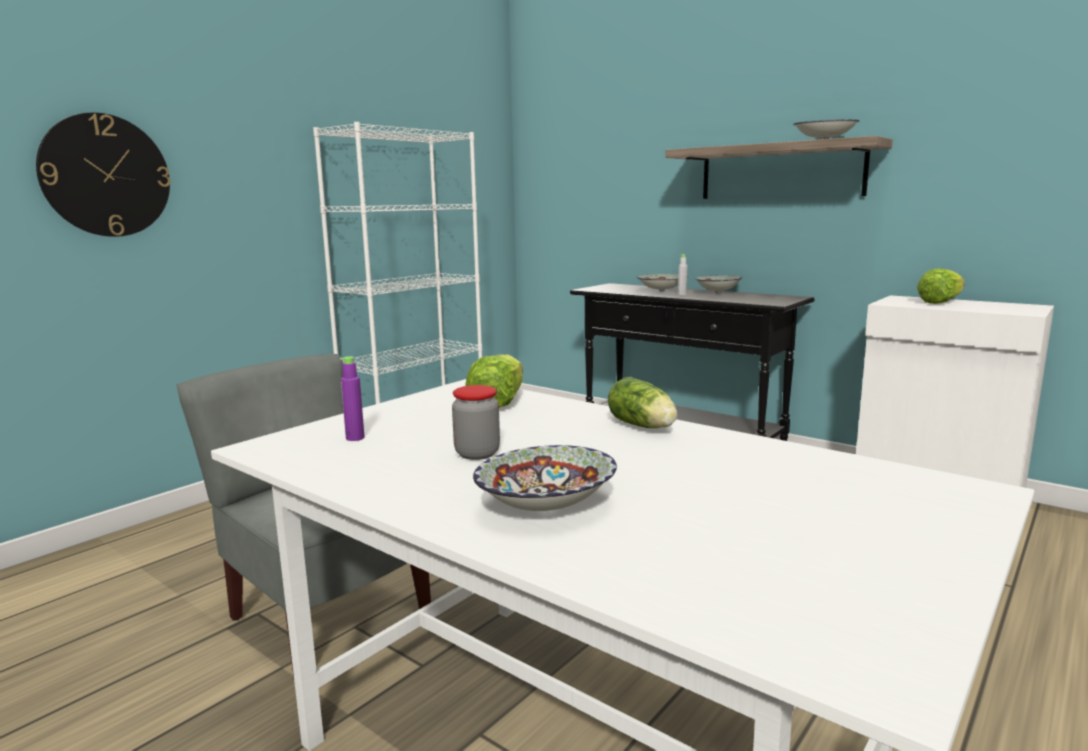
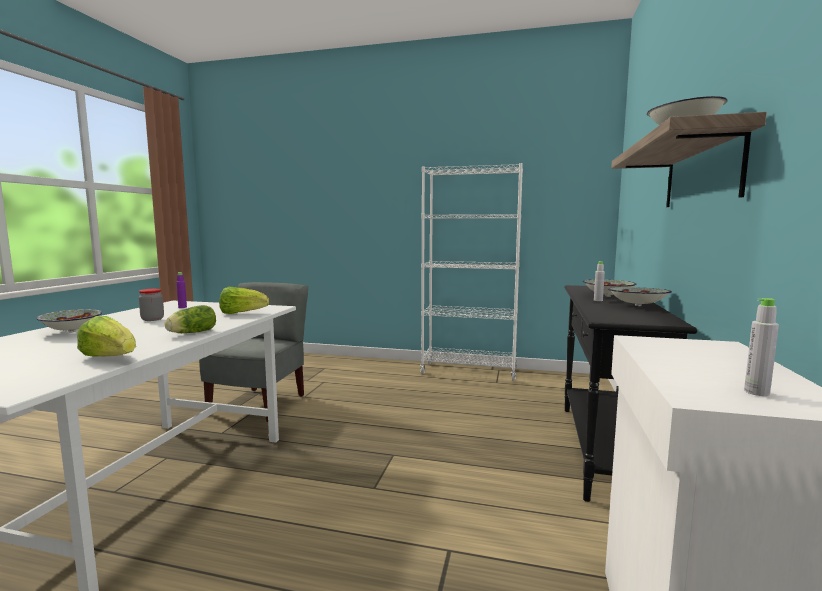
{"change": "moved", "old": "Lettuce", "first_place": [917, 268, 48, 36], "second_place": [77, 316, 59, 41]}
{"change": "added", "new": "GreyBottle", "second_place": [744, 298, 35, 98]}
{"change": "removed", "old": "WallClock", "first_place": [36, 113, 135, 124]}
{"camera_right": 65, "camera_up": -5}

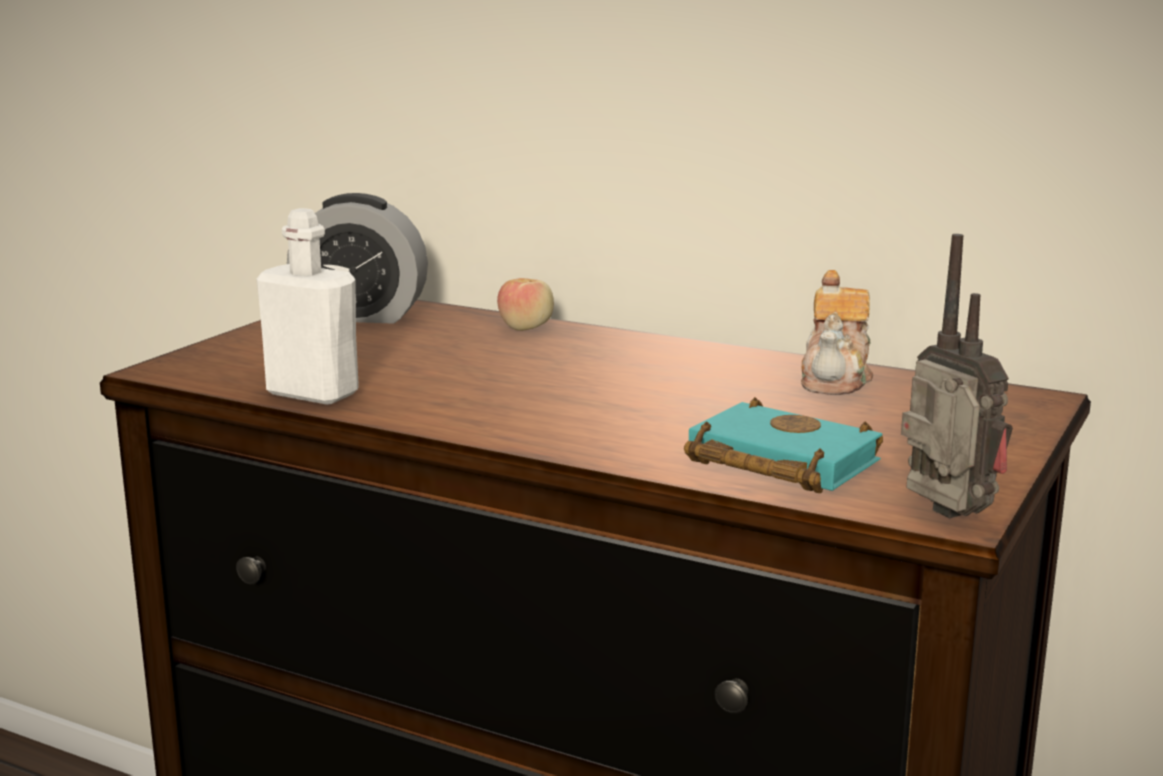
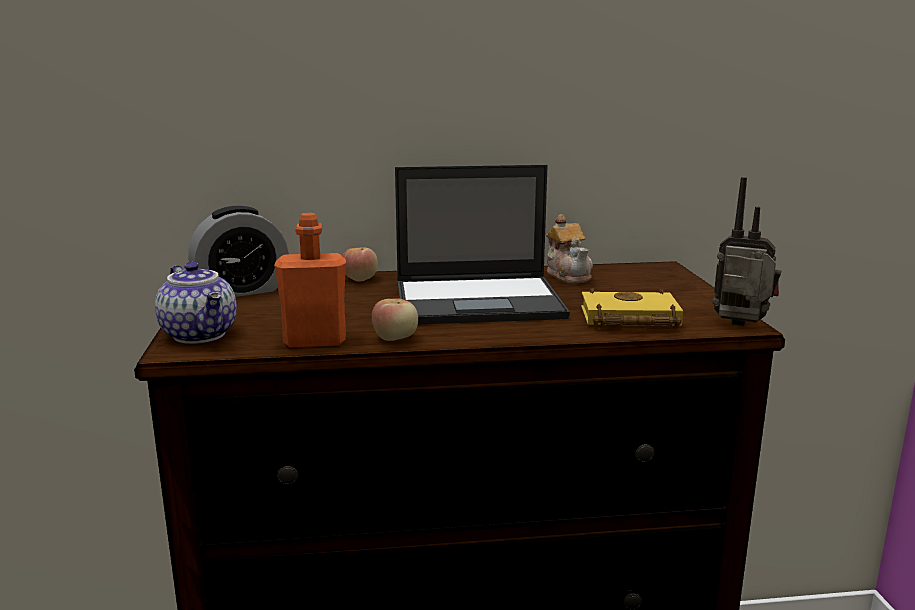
{"change": "added", "new": "Teapot", "second_place": [155, 262, 82, 82]}
{"change": "recoloured", "old": "WhiteBottle", "new": "OrangeBottle", "first_place": [257, 208, 102, 197], "second_place": [274, 213, 72, 134]}
{"change": "added", "new": "Apple", "second_place": [372, 298, 46, 43]}
{"change": "added", "new": "Laptop", "second_place": [395, 165, 175, 159]}
{"change": "recoloured", "old": "TurquoiseBook", "new": "YellowBook", "first_place": [684, 397, 199, 96], "second_place": [581, 288, 102, 41]}
{"camera_right": -35, "camera_up": 0}

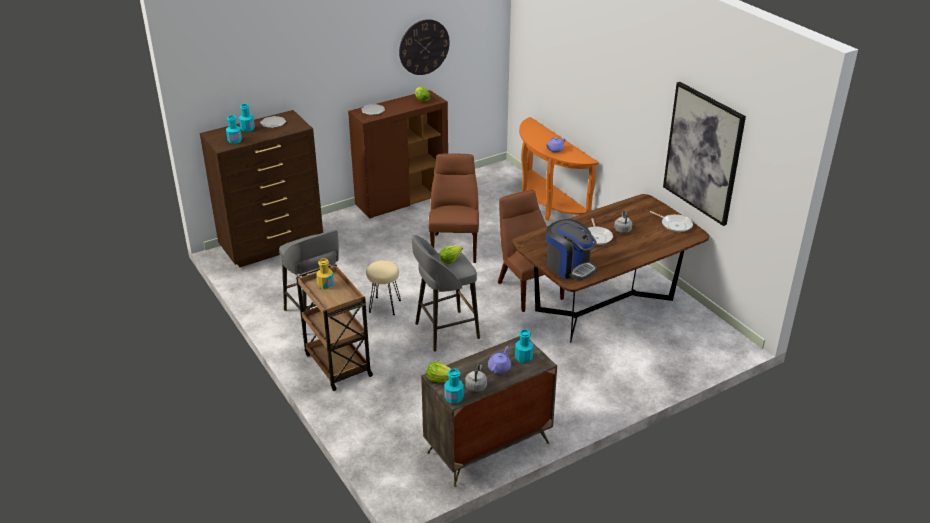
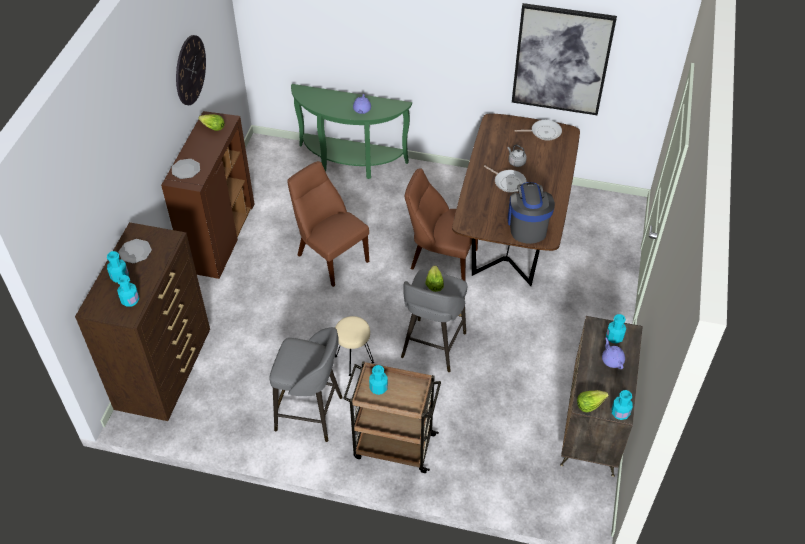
{"change": "recoloured", "old": "OrangeConsoleTable", "new": "GreenConsoleTable", "first_place": [519, 117, 80, 104], "second_place": [291, 84, 121, 95]}
{"change": "recoloured", "old": "YellowBottle", "new": "TurquoiseBottle", "first_place": [316, 258, 18, 31], "second_place": [369, 365, 19, 30]}
{"change": "turned", "old": "CoffeeMachine", "first_place": [546, 219, 51, 61], "second_place": [508, 182, 47, 62], "degrees": -90}
{"change": "removed", "old": "GreyKettle", "first_place": [465, 364, 22, 28]}
{"camera_right": -45, "camera_up": 15}

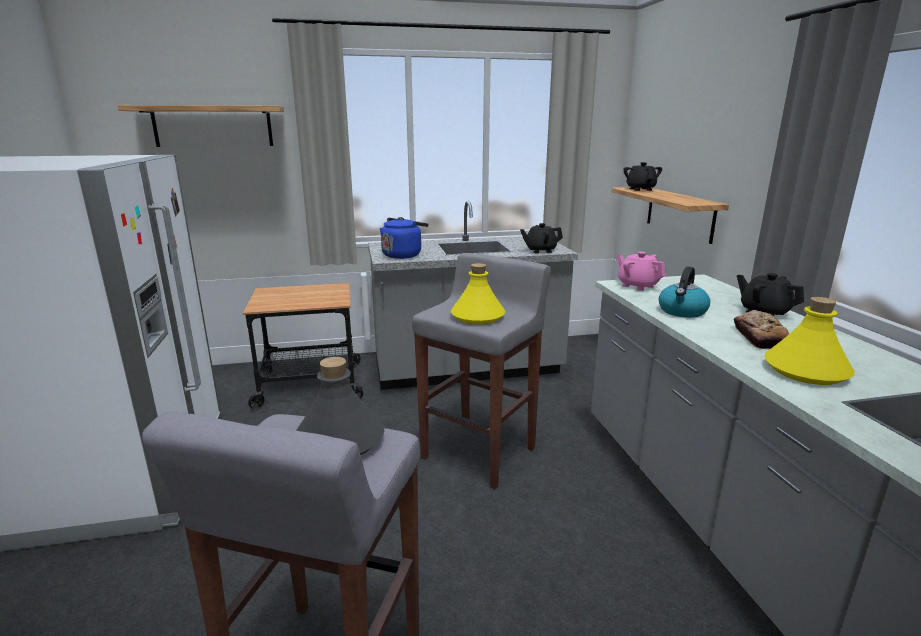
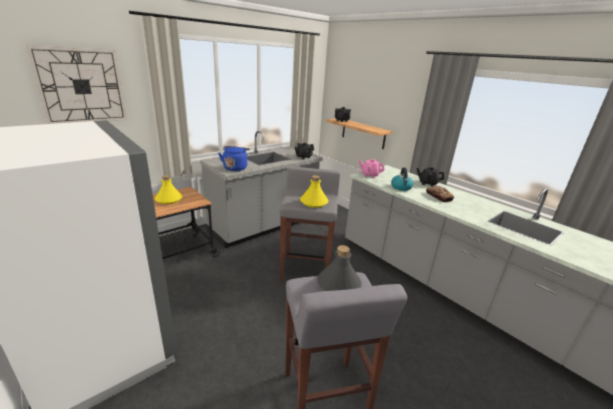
{"change": "replaced", "old": "Shelf", "new": "WallClock", "first_place": [118, 105, 166, 42], "second_place": [27, 46, 100, 78]}
{"change": "moved", "old": "YellowBottle", "first_place": [764, 297, 91, 88], "second_place": [155, 175, 28, 29]}
{"camera_right": -30, "camera_up": 5}

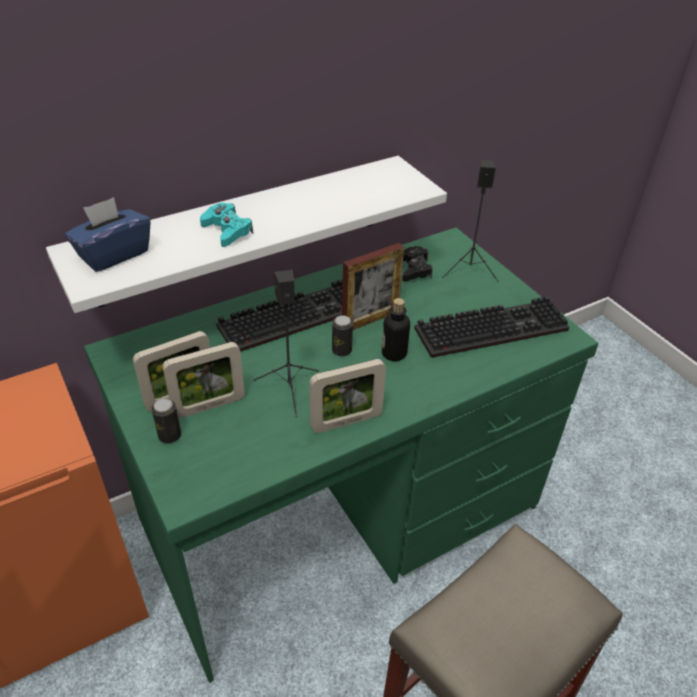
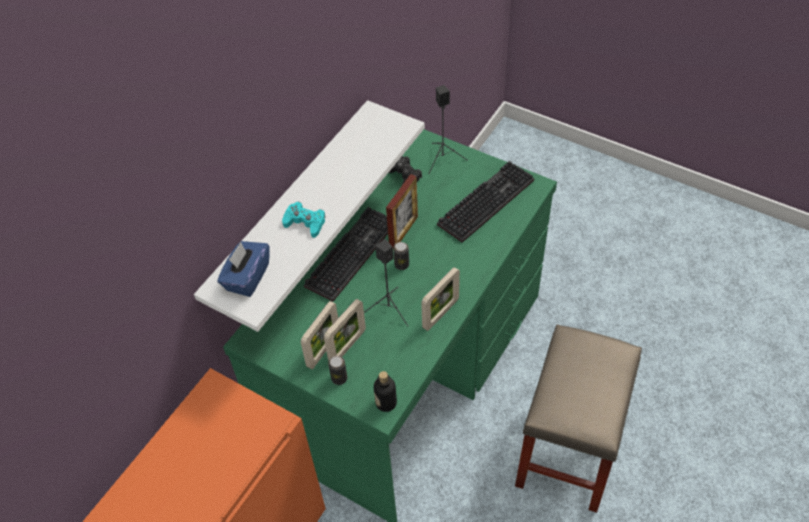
{"change": "moved", "old": "Bottle", "first_place": [382, 298, 28, 63], "second_place": [374, 371, 23, 41]}
{"camera_right": -25, "camera_up": 10}

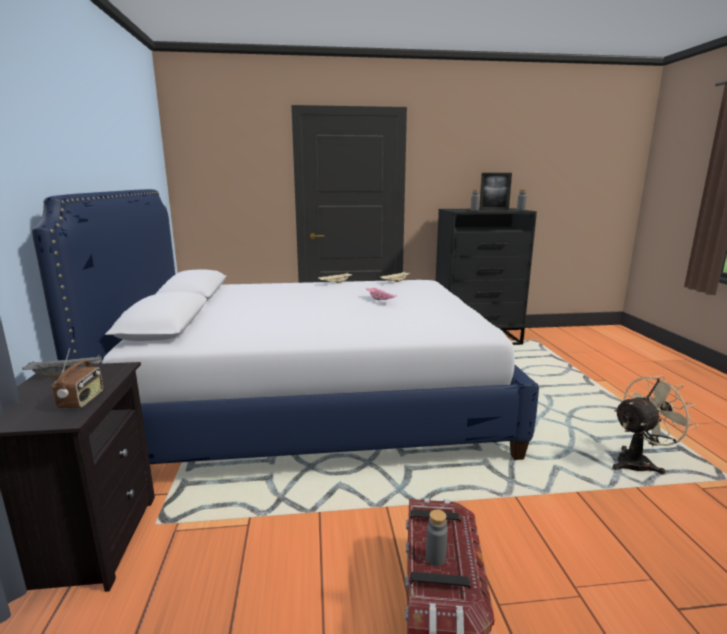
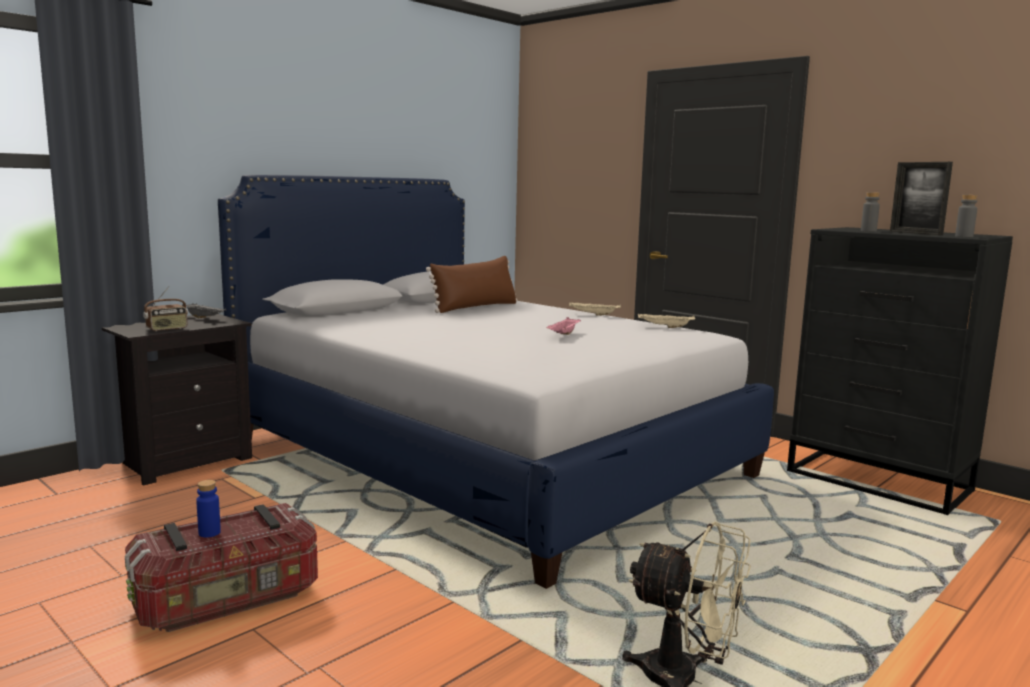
{"change": "recoloured", "old": "GreyBottle", "new": "BlueBottle", "first_place": [426, 510, 22, 56], "second_place": [196, 480, 25, 57]}
{"change": "added", "new": "BrownPillow", "second_place": [426, 256, 91, 57]}
{"camera_right": 50, "camera_up": -5}

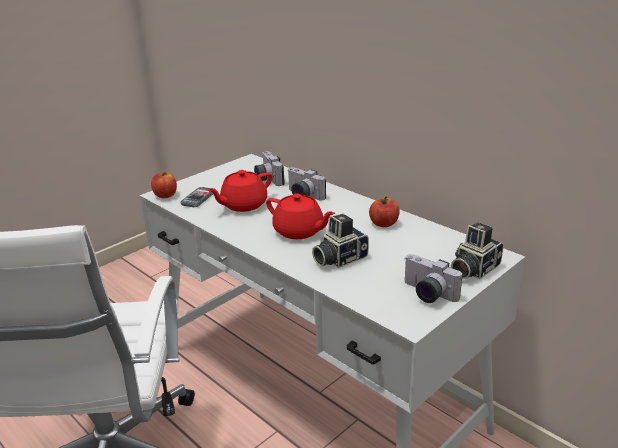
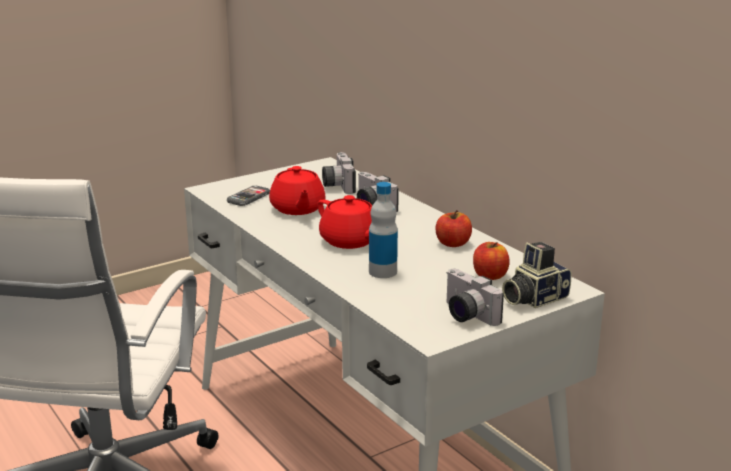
{"change": "turned", "old": "RedTeapot", "first_place": [207, 170, 65, 42], "second_place": [269, 166, 57, 49], "degrees": -75}
{"change": "replaced", "old": "PhotoCamera", "new": "Bottle", "first_place": [312, 214, 57, 54], "second_place": [369, 182, 29, 96]}
{"change": "moved", "old": "Apple", "first_place": [151, 172, 26, 26], "second_place": [473, 242, 37, 38]}
{"camera_right": 10, "camera_up": -5}

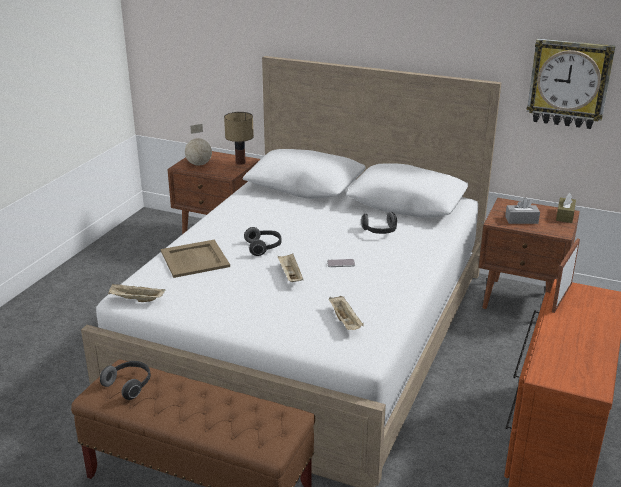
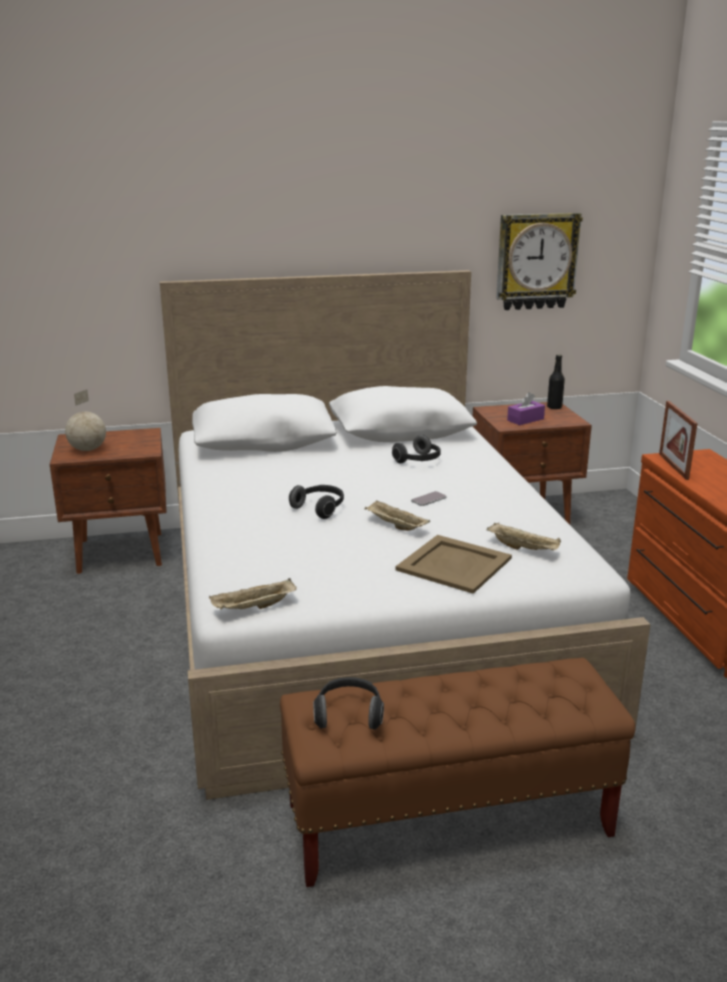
{"change": "moved", "old": "BeigeTray", "first_place": [161, 240, 69, 38], "second_place": [396, 535, 116, 59]}
{"change": "recoloured", "old": "GreyTissueBox", "new": "PurpleTissueBox", "first_place": [505, 198, 35, 26], "second_place": [507, 392, 38, 33]}
{"change": "replaced", "old": "BrownTissueBox", "new": "BlackBottle", "first_place": [556, 193, 20, 30], "second_place": [547, 354, 18, 56]}
{"change": "removed", "old": "TableLamp", "first_place": [224, 112, 30, 53]}
{"camera_right": -35, "camera_up": -5}

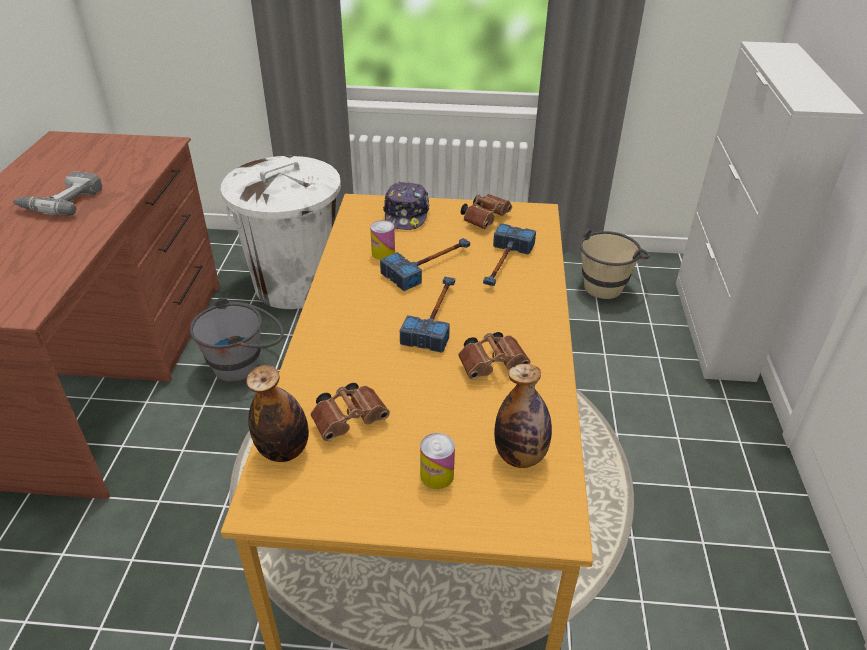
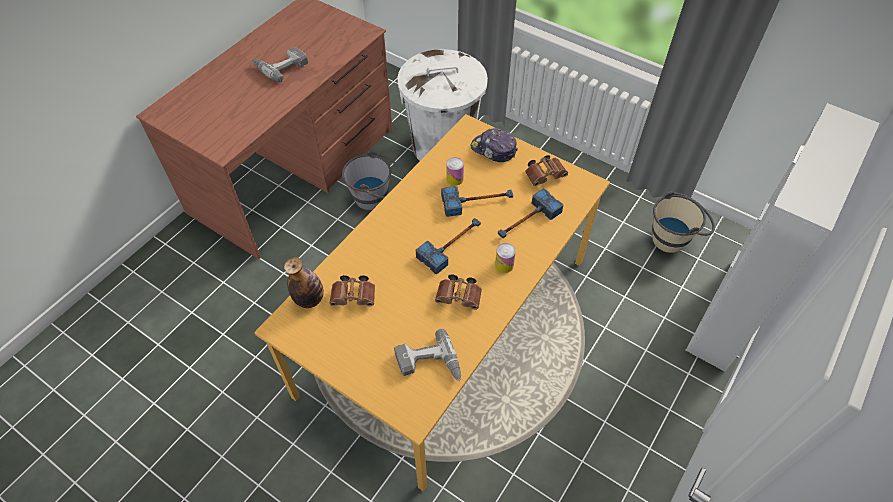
{"change": "replaced", "old": "Bottle", "new": "PowerDrill", "first_place": [494, 364, 58, 104], "second_place": [394, 329, 67, 52]}
{"change": "turned", "old": "Cap", "first_place": [383, 182, 46, 48], "second_place": [471, 128, 47, 34], "degrees": 90}
{"change": "moved", "old": "Can", "first_place": [420, 433, 35, 56], "second_place": [495, 243, 21, 30]}
{"camera_right": 30, "camera_up": 15}

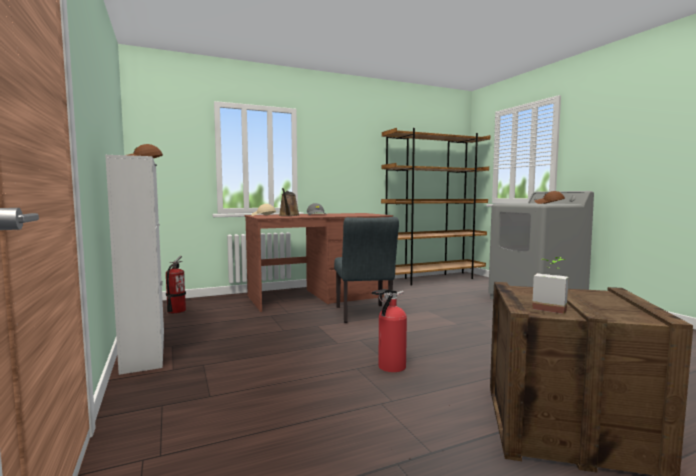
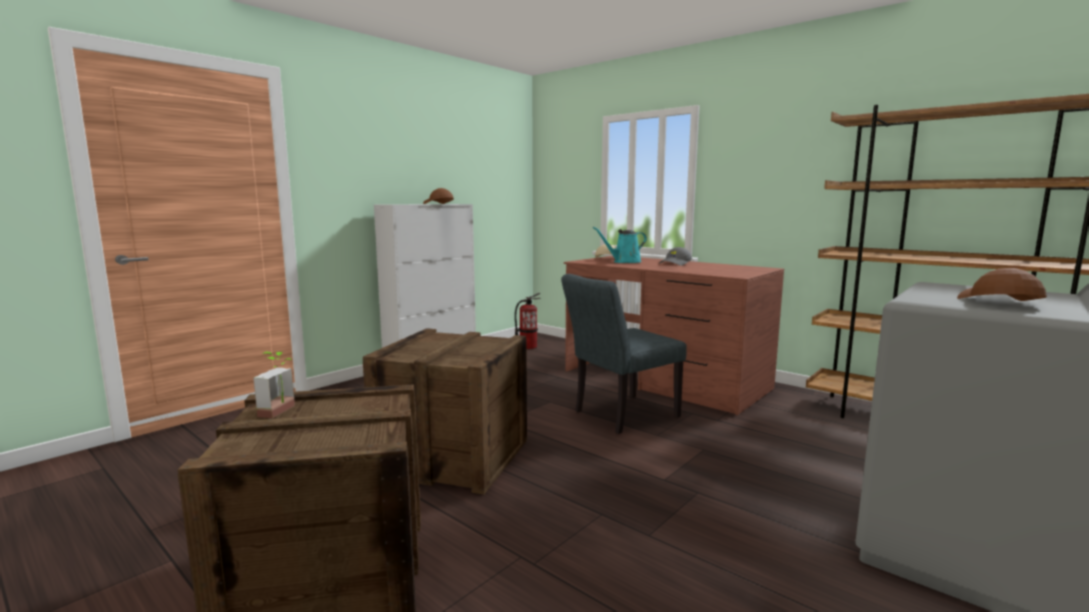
{"change": "replaced", "old": "FireExtinguisher", "new": "Crate", "first_place": [372, 289, 35, 83], "second_place": [363, 328, 164, 167]}
{"change": "recoloured", "old": "BrownWateringCan", "new": "TurquoiseWateringCan", "first_place": [279, 188, 20, 28], "second_place": [593, 227, 54, 36]}
{"camera_right": 65, "camera_up": 5}

